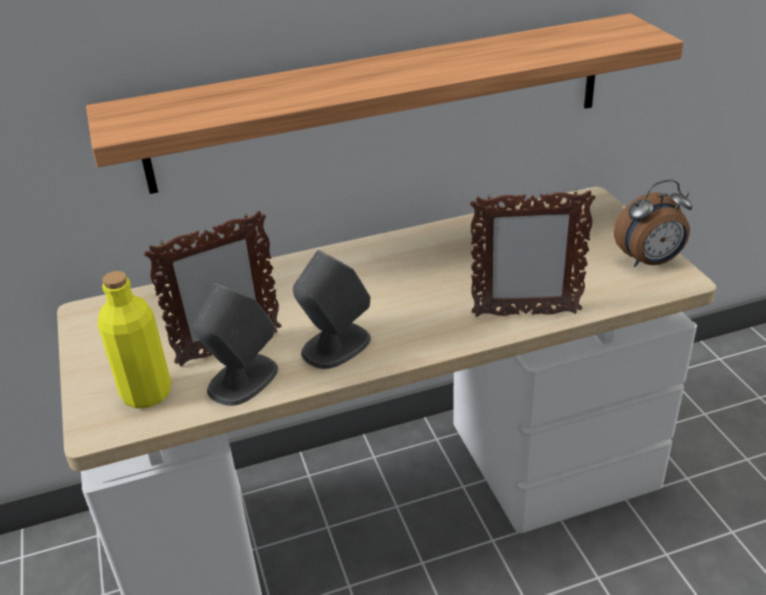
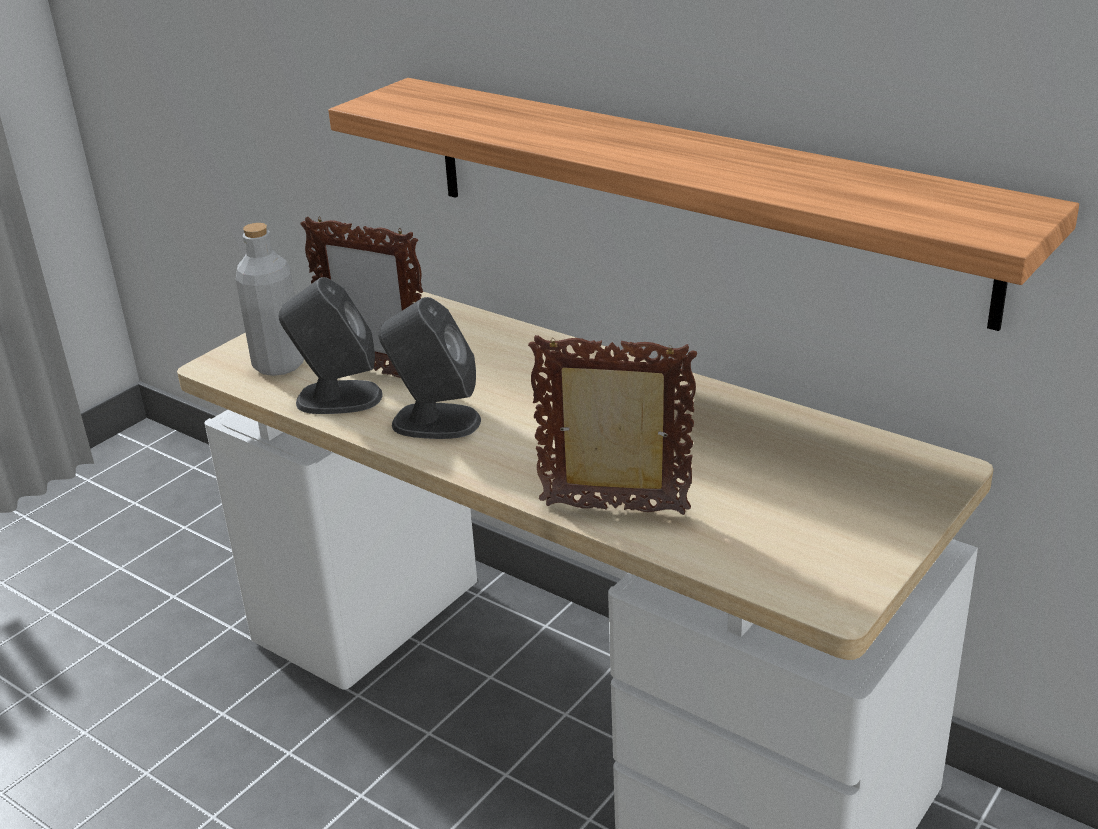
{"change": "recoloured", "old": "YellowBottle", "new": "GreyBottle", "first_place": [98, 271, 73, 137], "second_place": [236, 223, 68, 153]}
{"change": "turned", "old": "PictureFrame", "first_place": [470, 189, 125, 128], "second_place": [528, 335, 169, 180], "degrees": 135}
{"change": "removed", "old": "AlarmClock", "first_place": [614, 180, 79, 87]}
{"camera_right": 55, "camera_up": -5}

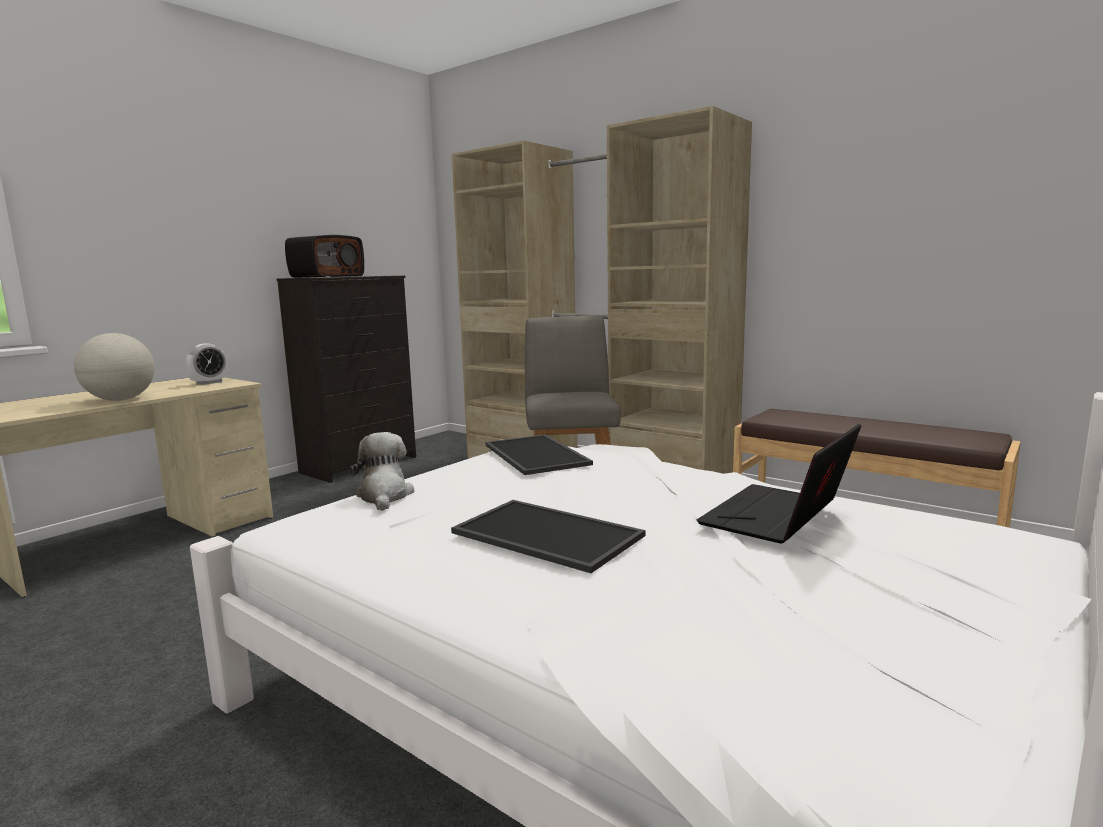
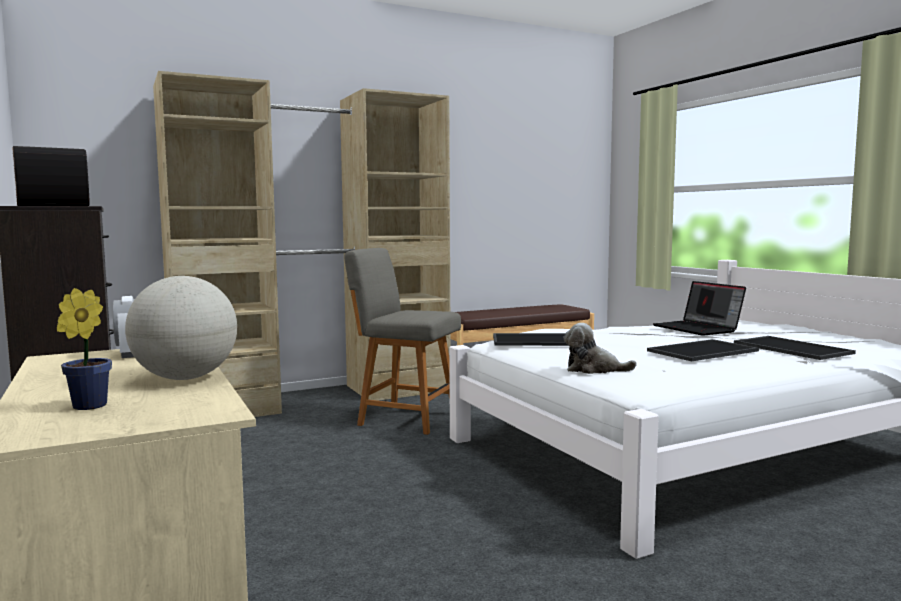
{"change": "added", "new": "PottedPlant", "second_place": [57, 288, 55, 122]}
{"change": "added", "new": "Tray", "second_place": [734, 336, 122, 24]}
{"camera_right": -65, "camera_up": -5}

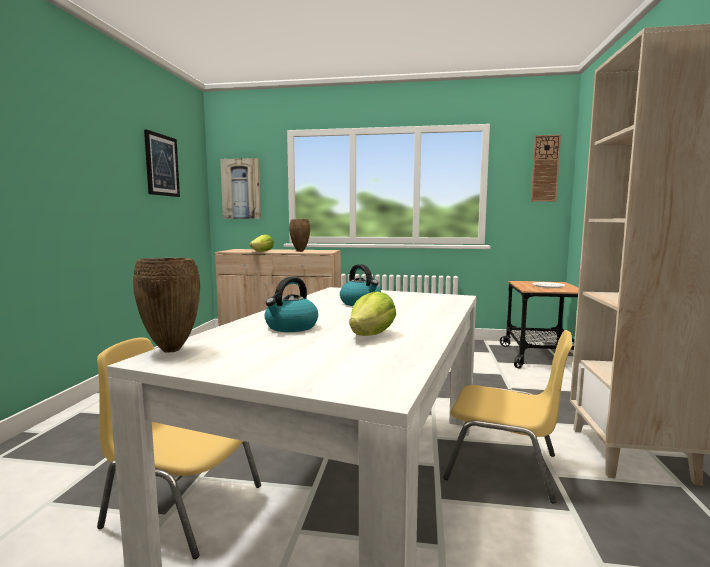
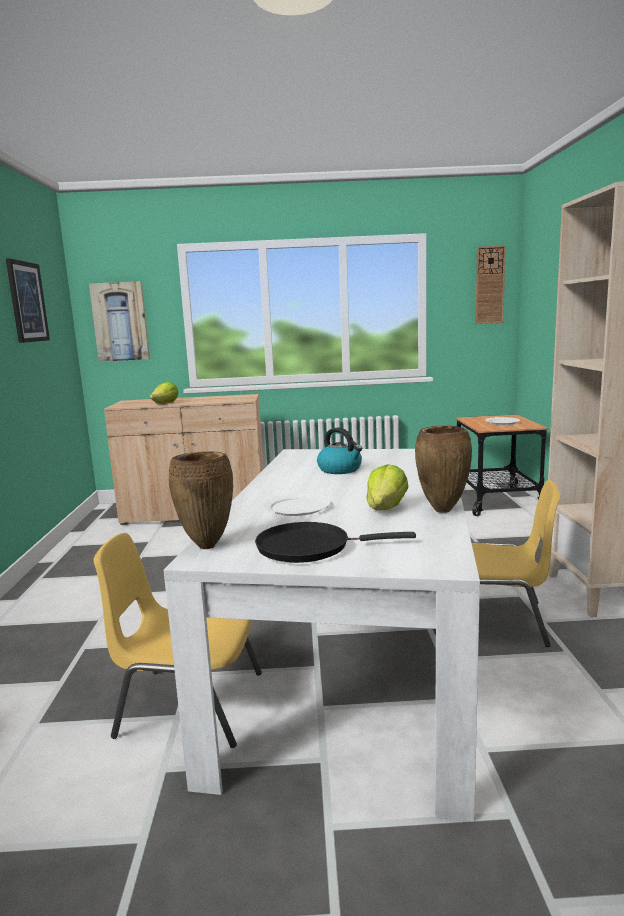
{"change": "added", "new": "BlackFryingPan", "second_place": [255, 522, 161, 41]}
{"change": "replaced", "old": "Kettle", "new": "WhitePlate", "first_place": [265, 277, 53, 55], "second_place": [264, 493, 67, 23]}
{"change": "moved", "old": "BrownVase", "first_place": [289, 219, 21, 33], "second_place": [415, 426, 57, 87]}
{"camera_right": -10, "camera_up": 5}

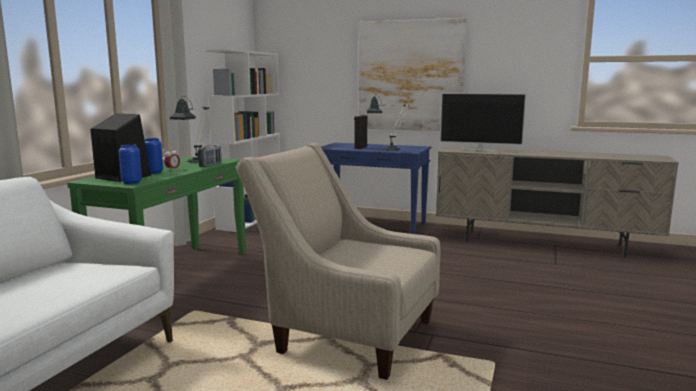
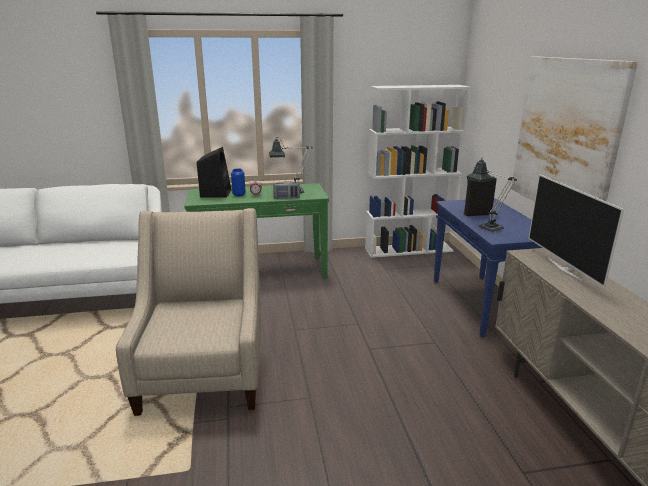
{"change": "removed", "old": "BlueVase", "first_place": [119, 144, 23, 40]}
{"camera_right": 60, "camera_up": 10}

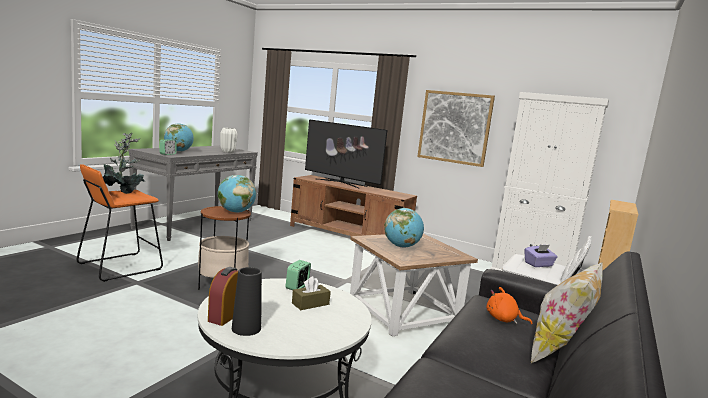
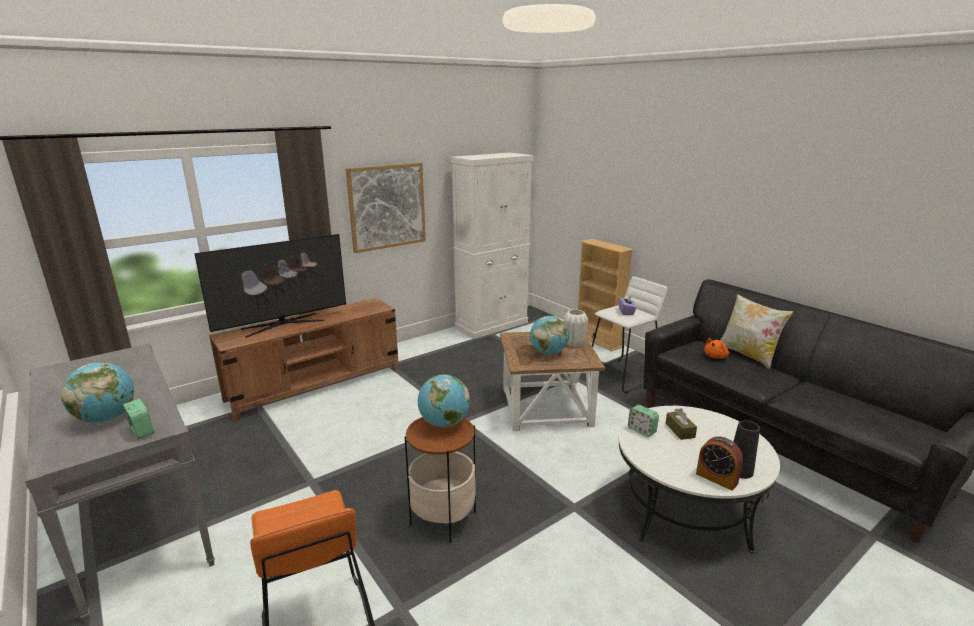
{"change": "moved", "old": "WhiteVase", "first_place": [220, 128, 17, 25], "second_place": [564, 309, 24, 38]}
{"change": "removed", "old": "PottedPlant", "first_place": [103, 133, 42, 61]}
{"camera_right": -65, "camera_up": 10}

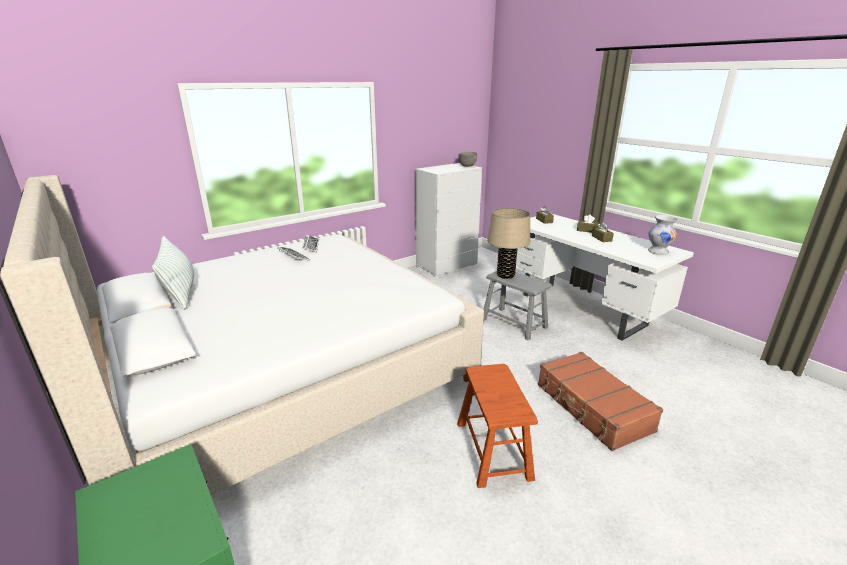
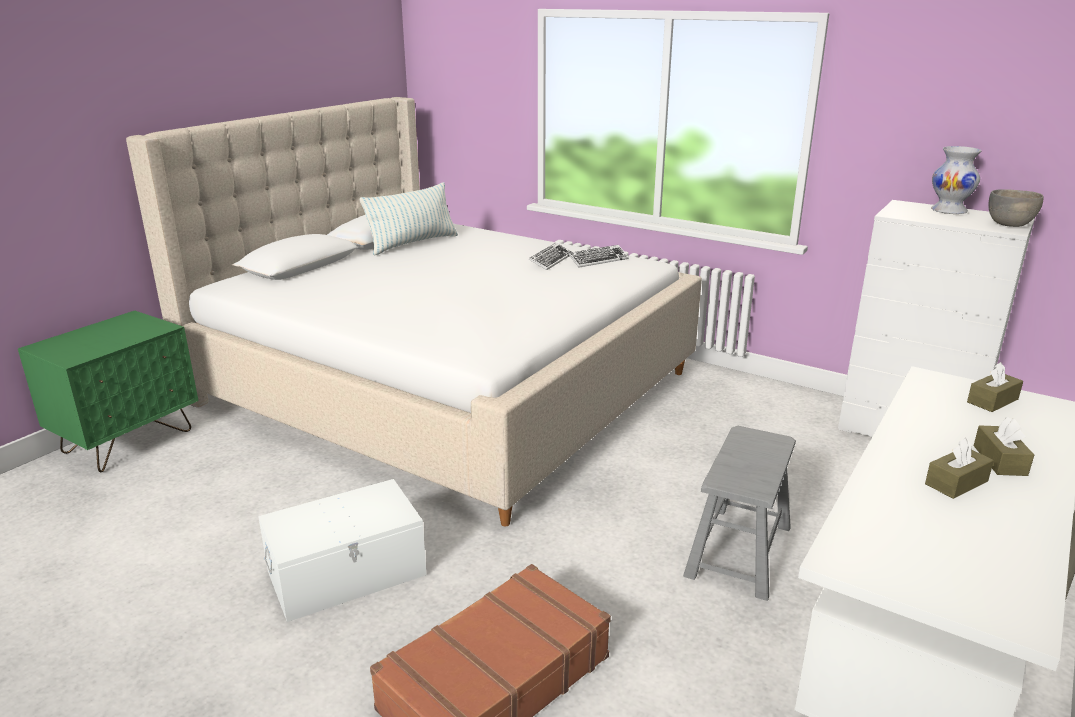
{"change": "replaced", "old": "BrownStool", "new": "WhiteStorageBox", "first_place": [457, 364, 81, 124], "second_place": [258, 479, 168, 143]}
{"change": "moved", "old": "WhiteVase", "first_place": [648, 215, 29, 40], "second_place": [931, 146, 51, 68]}
{"change": "removed", "old": "BeigeTableLamp", "first_place": [487, 208, 43, 71]}
{"camera_right": 70, "camera_up": 0}

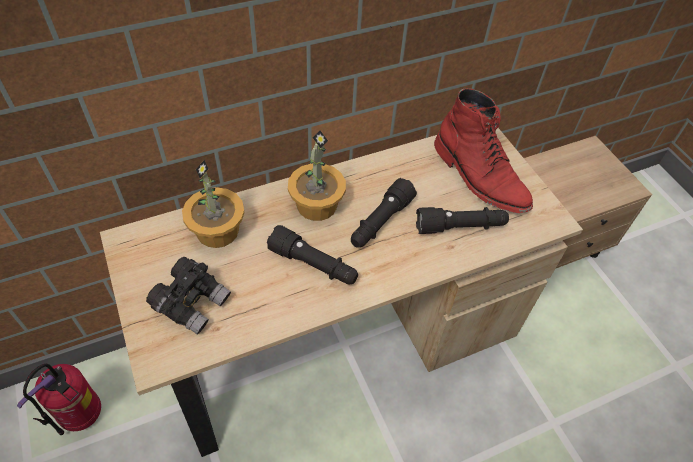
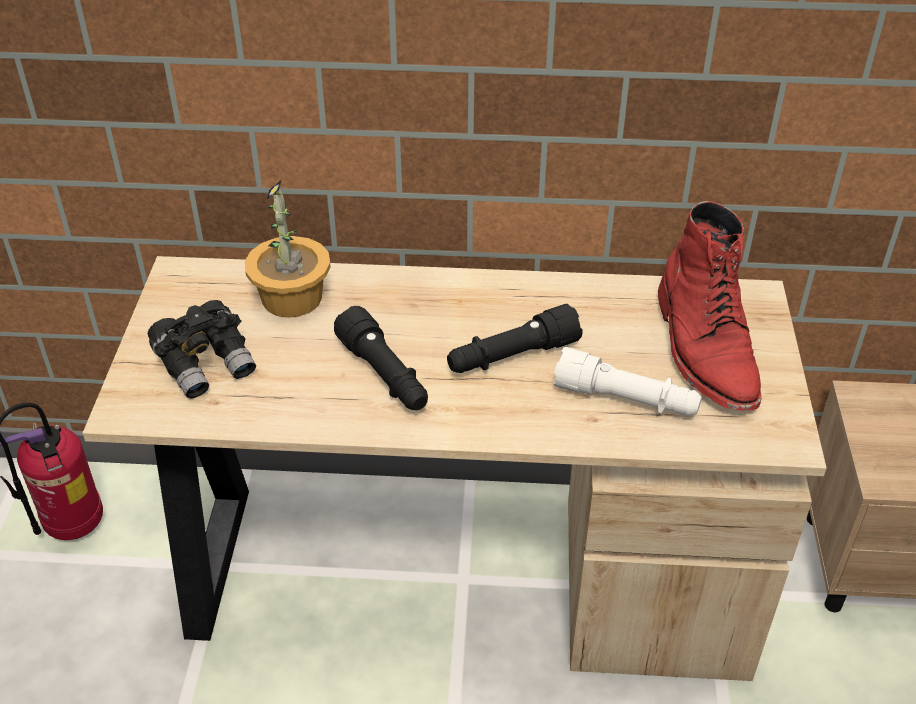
{"change": "recoloured", "old": "BlackFlashlight", "new": "WhiteFlashlight", "first_place": [416, 207, 93, 27], "second_place": [553, 347, 149, 69]}
{"change": "removed", "old": "PottedPlant", "first_place": [288, 130, 58, 91]}
{"camera_right": 30, "camera_up": -10}

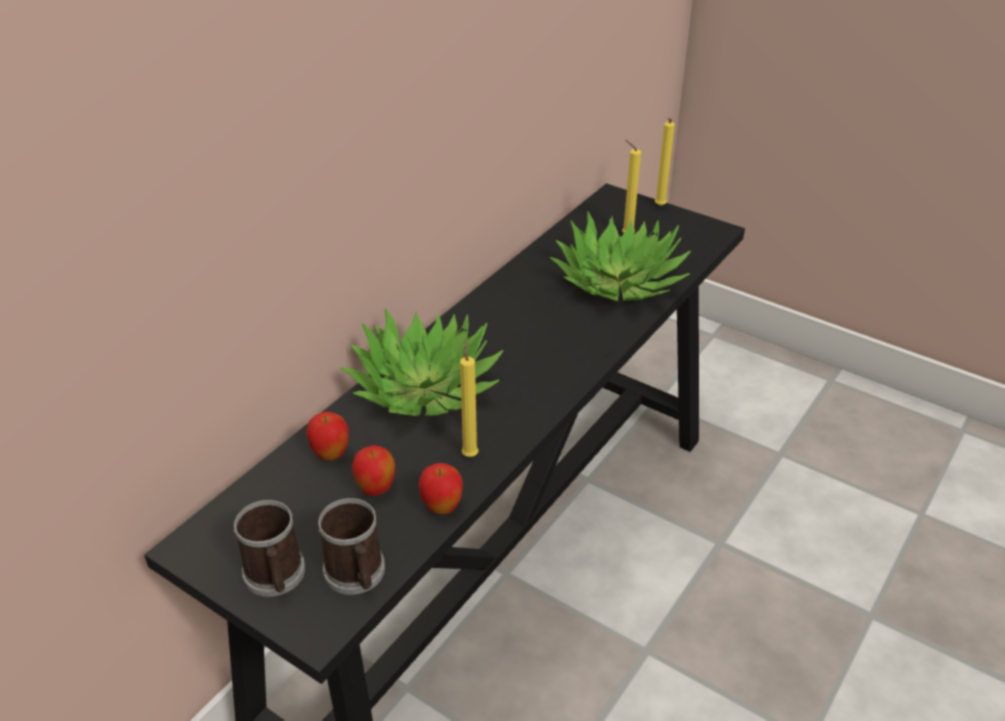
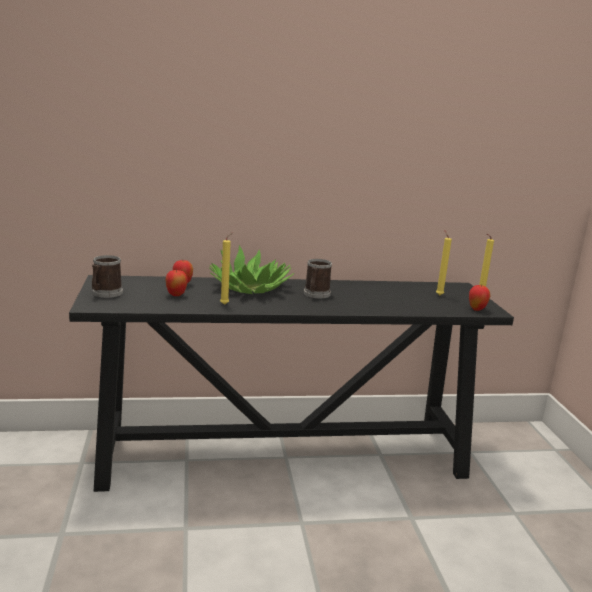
{"change": "moved", "old": "Mug", "first_place": [318, 498, 67, 97], "second_place": [304, 259, 28, 39]}
{"change": "moved", "old": "Apple", "first_place": [419, 463, 44, 51], "second_place": [469, 284, 22, 27]}
{"change": "removed", "old": "PottedPlant", "first_place": [550, 211, 141, 90]}
{"camera_right": 45, "camera_up": -20}

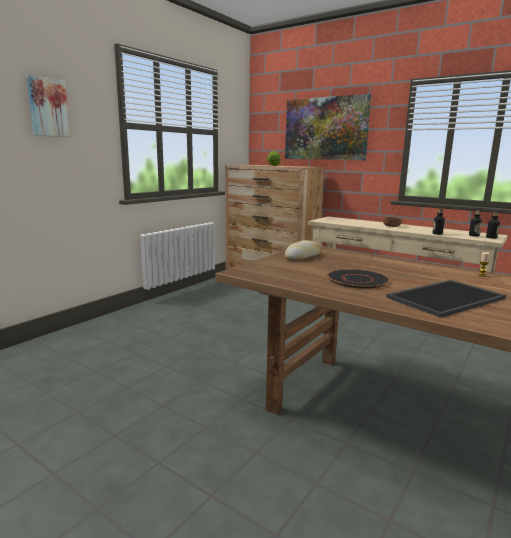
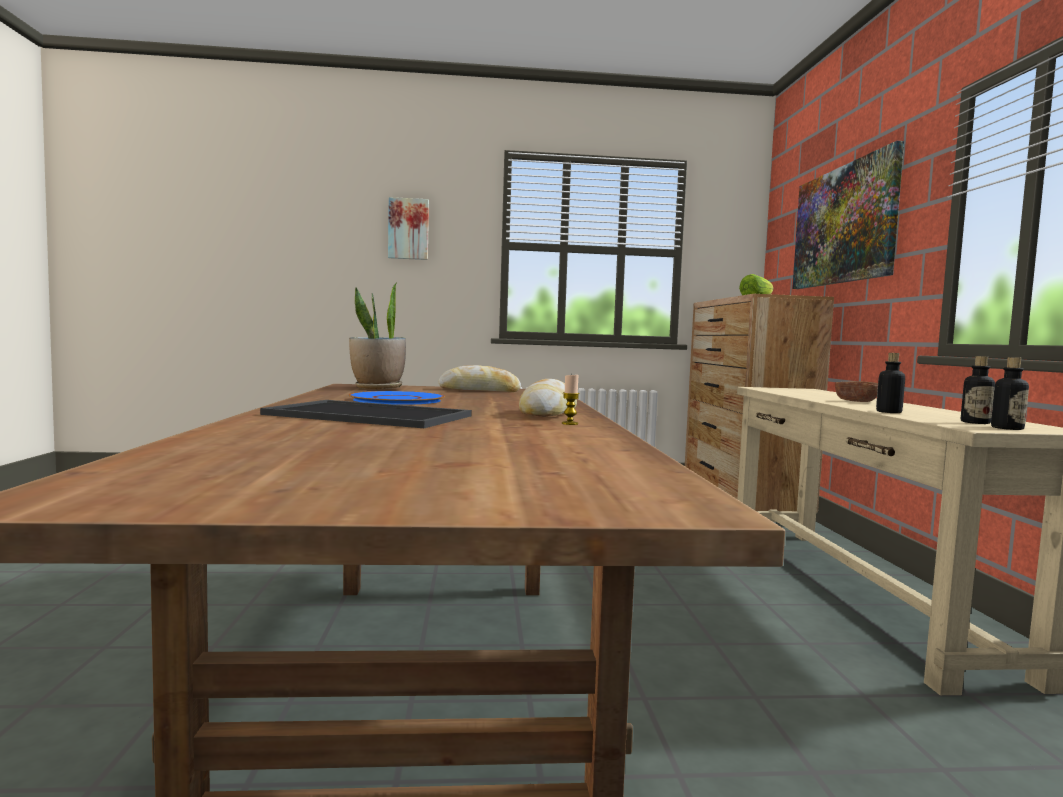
{"change": "recoloured", "old": "BlackPlate", "new": "BluePlate", "first_place": [327, 269, 62, 20], "second_place": [348, 391, 97, 14]}
{"change": "added", "new": "PottedPlant", "second_place": [349, 282, 57, 107]}
{"change": "added", "new": "Bread", "second_place": [519, 379, 58, 38]}
{"camera_right": 50, "camera_up": -10}

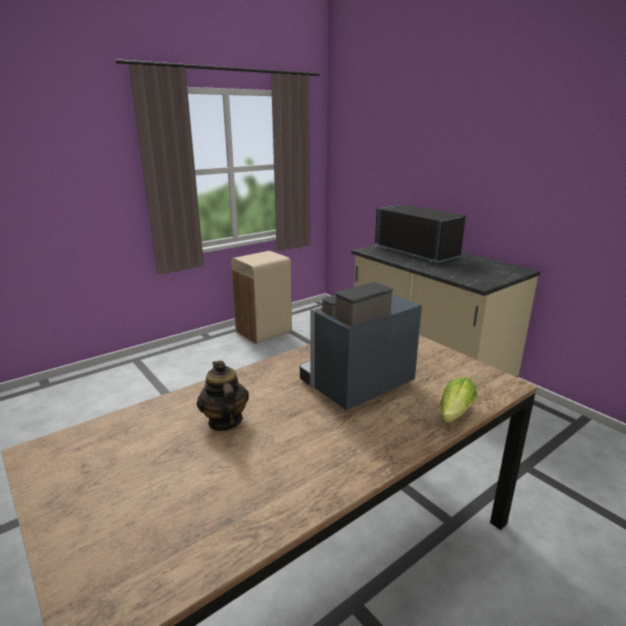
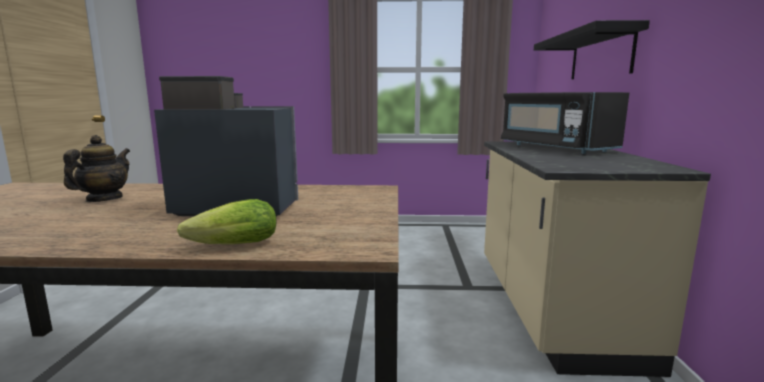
{"change": "turned", "old": "BlackMicrowave", "first_place": [375, 205, 91, 58], "second_place": [501, 92, 128, 62], "degrees": 150}
{"change": "added", "new": "BlackShelf", "second_place": [534, 20, 116, 59]}
{"change": "removed", "old": "BeigeTrashCan", "first_place": [231, 251, 61, 93]}
{"camera_right": 40, "camera_up": -10}

